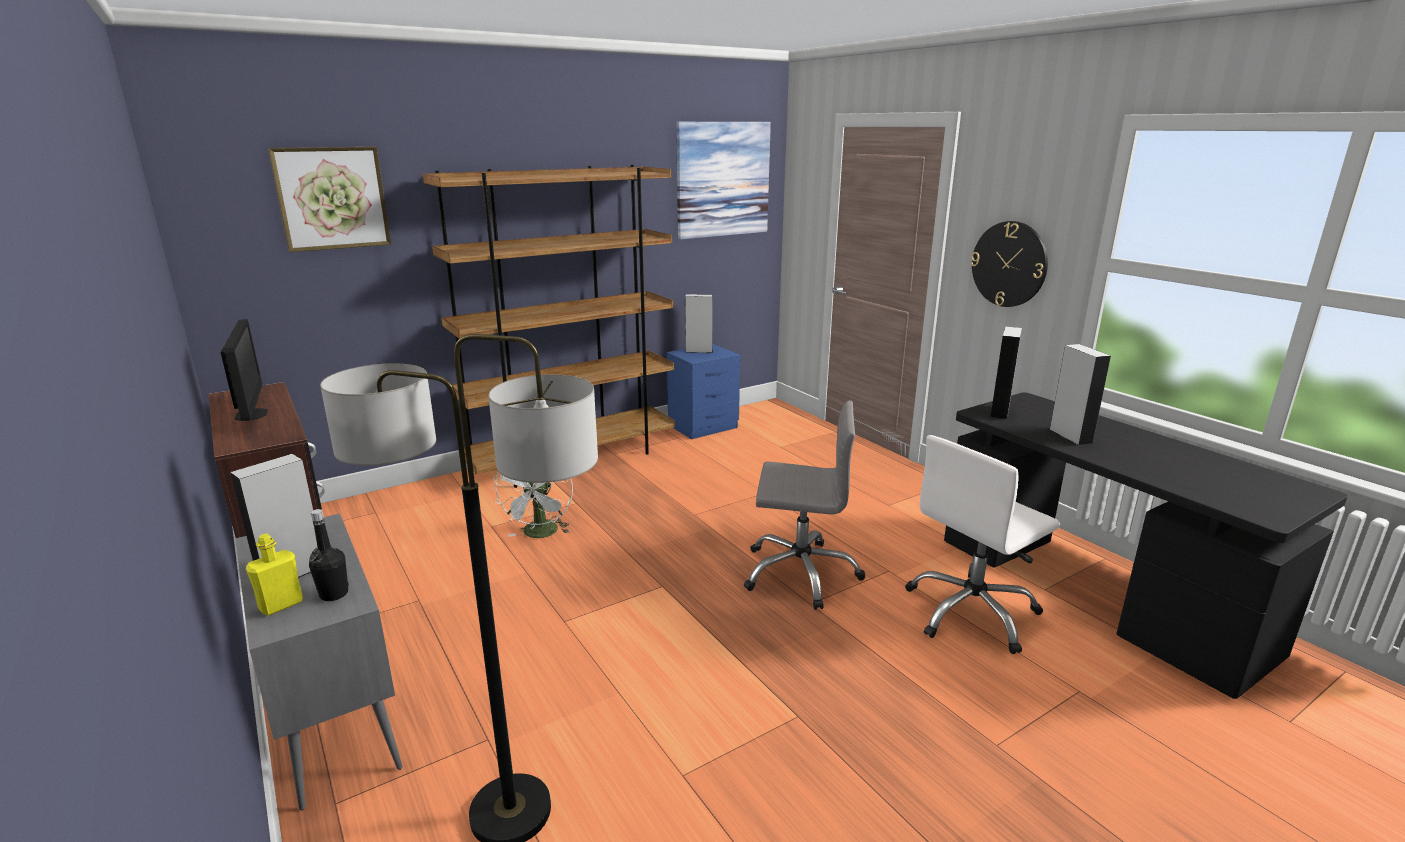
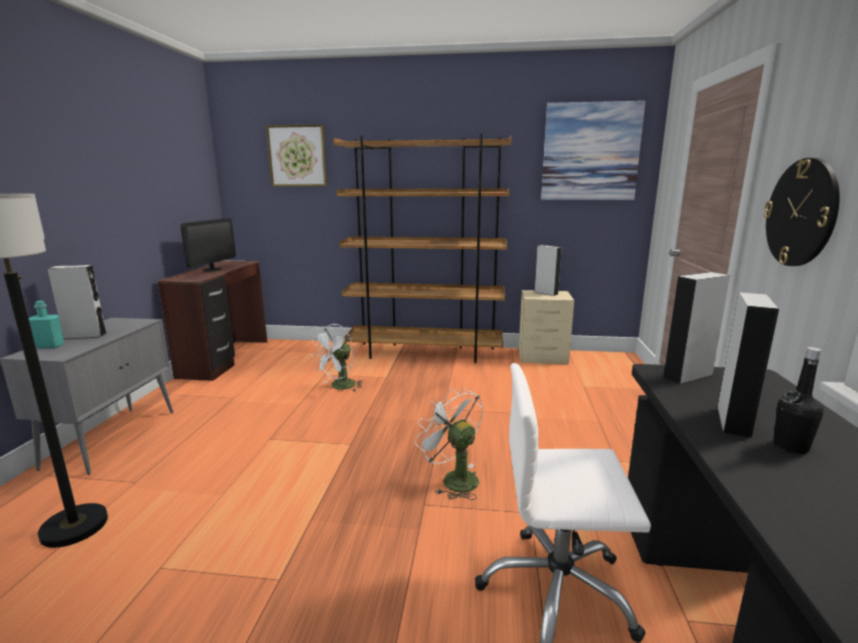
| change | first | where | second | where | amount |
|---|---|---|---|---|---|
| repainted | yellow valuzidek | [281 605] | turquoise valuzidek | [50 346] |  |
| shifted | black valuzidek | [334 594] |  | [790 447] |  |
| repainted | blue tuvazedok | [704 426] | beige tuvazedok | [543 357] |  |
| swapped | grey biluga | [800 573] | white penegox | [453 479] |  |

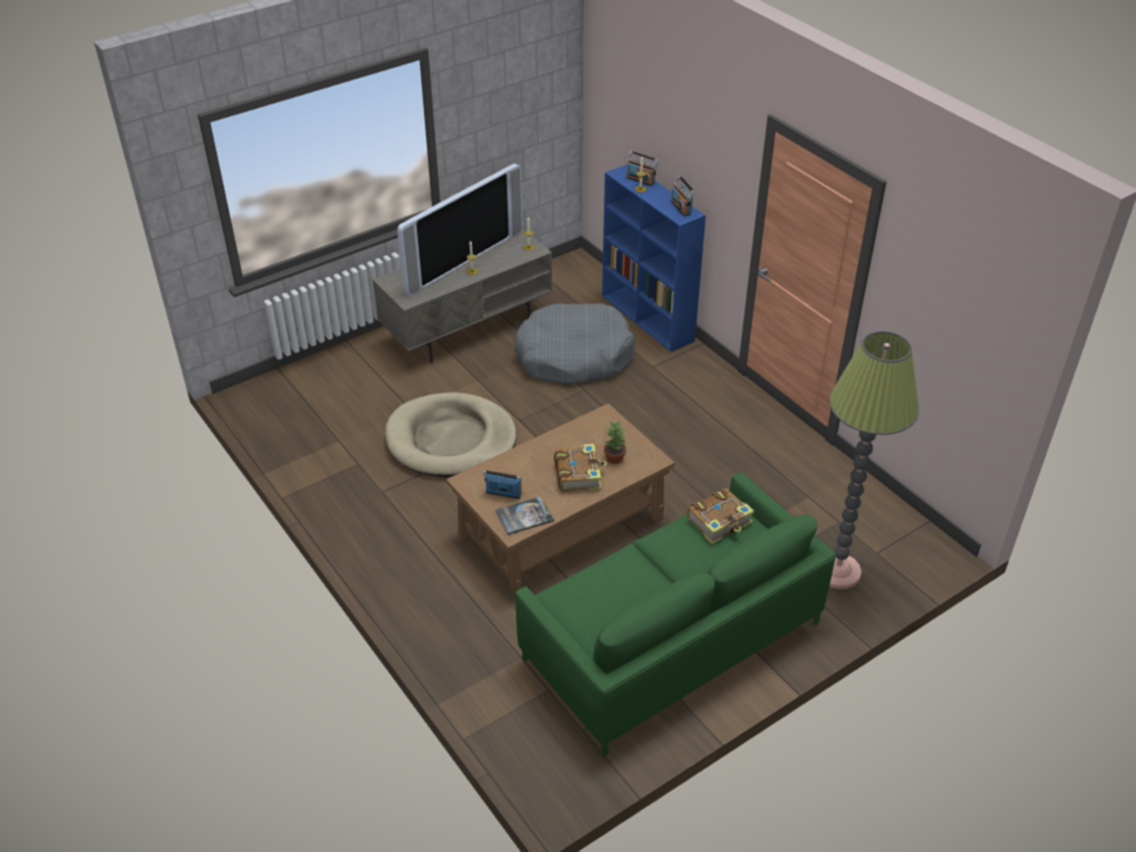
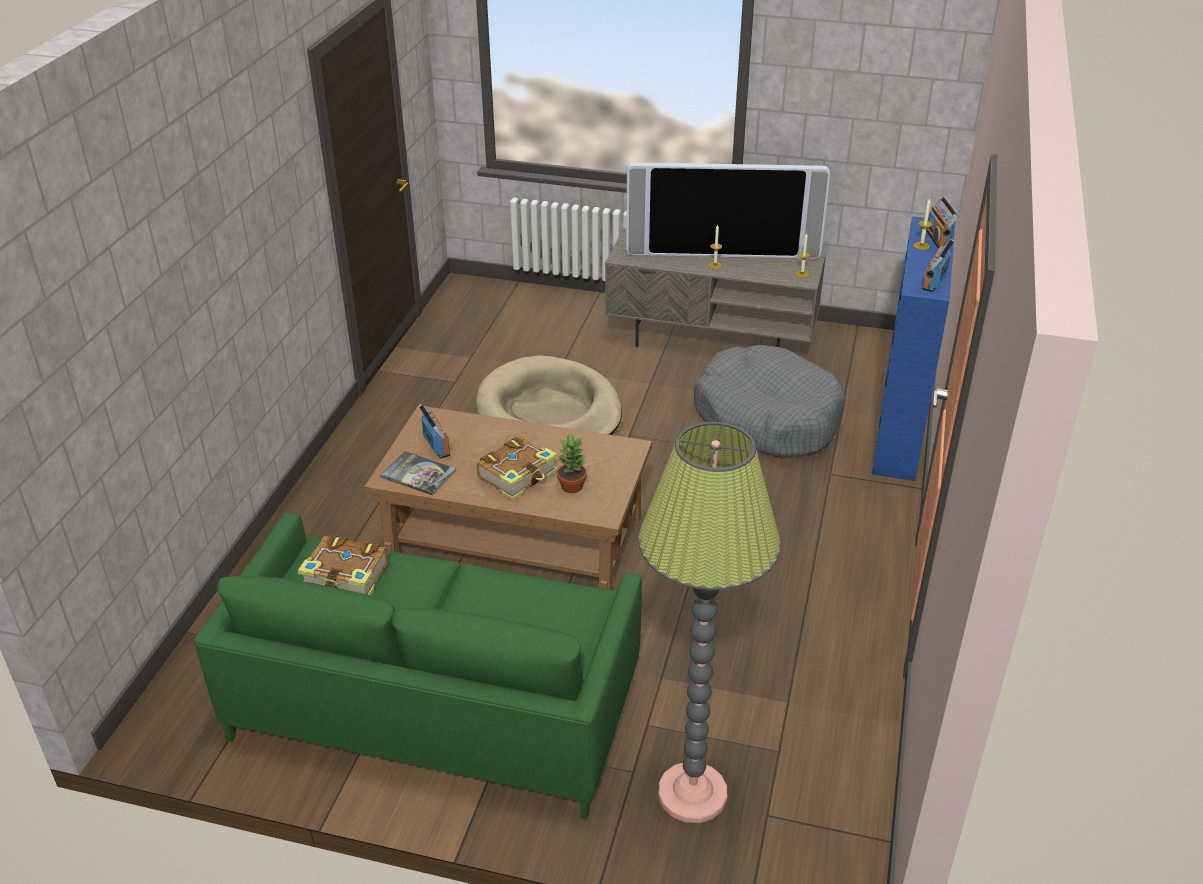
| change | first | where | second | where | amount |
|---|---|---|---|---|---|
| shifted | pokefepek | [720 522] |  | [347 578] |  |

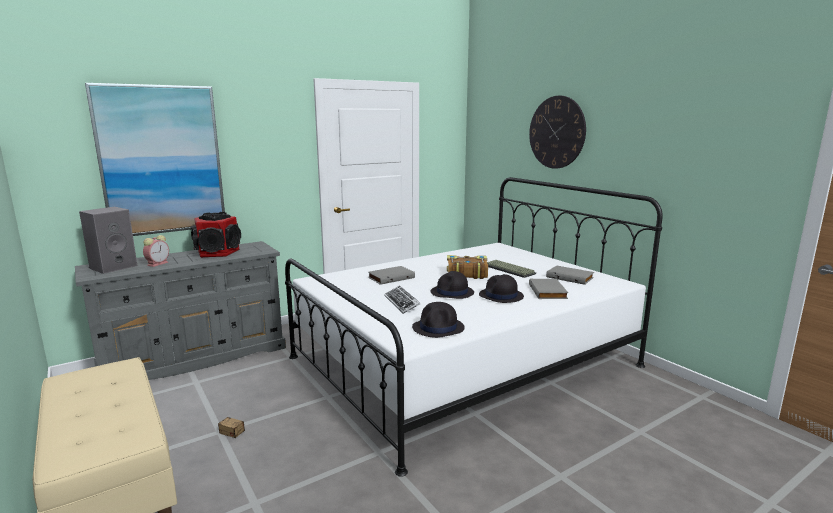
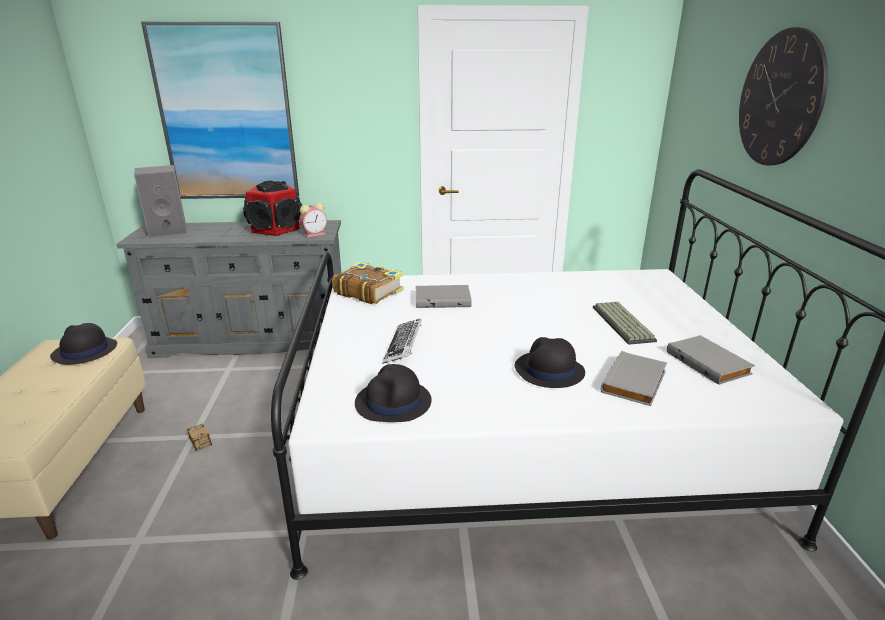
| change | first | where | second | where | amount |
|---|---|---|---|---|---|
| shifted | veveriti | [158 263] |  | [315 234] |  |
| shifted | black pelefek | [452 293] |  | [84 351] |  |
| shifted | pokefepek | [466 273] |  | [368 291] |  |

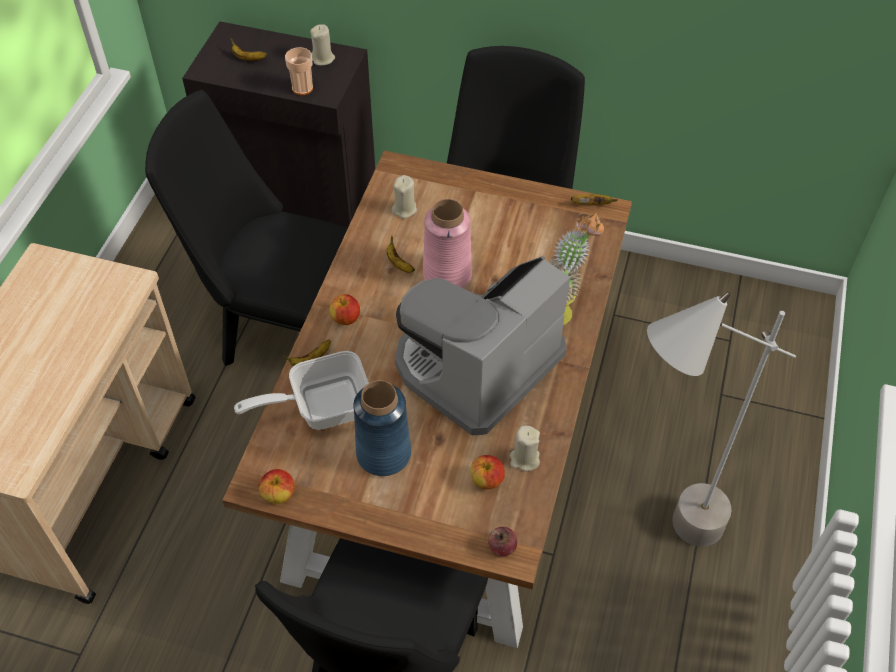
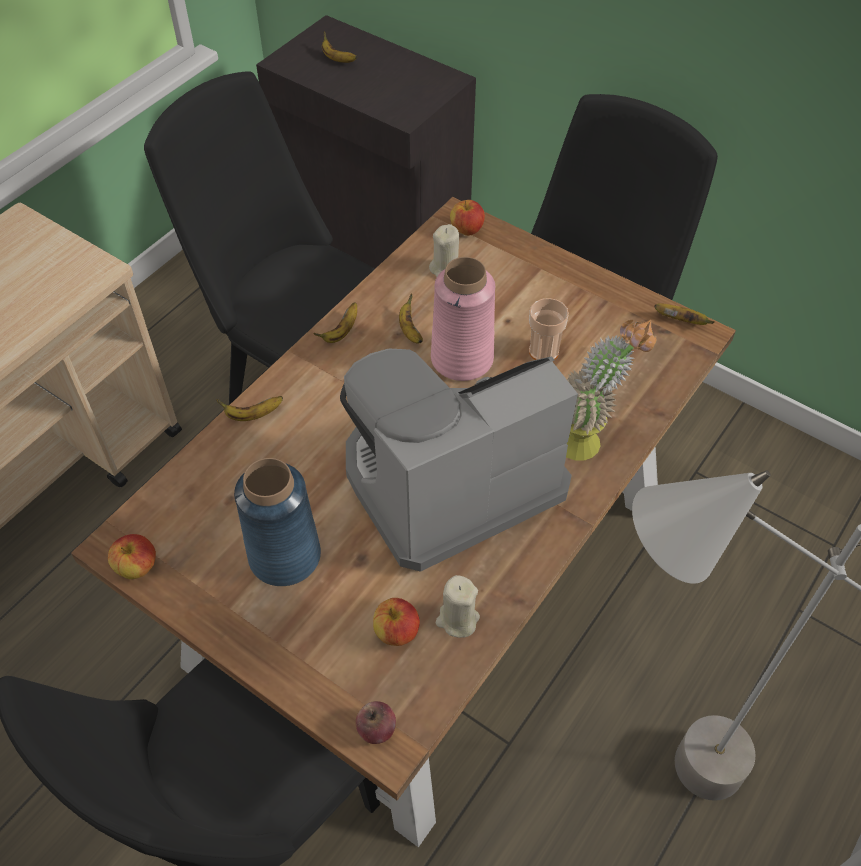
| change | first | where | second | where | amount |
|---|---|---|---|---|---|
| gone | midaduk | [321 406] |  |  |  |
| shifted | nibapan | [302 88] |  | [543 351] |  |
| gone | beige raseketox | [323 58] |  |  |  |
| shifted | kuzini | [345 319] |  | [467 230] |  |
| new |  |  | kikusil | [341 332] |  |

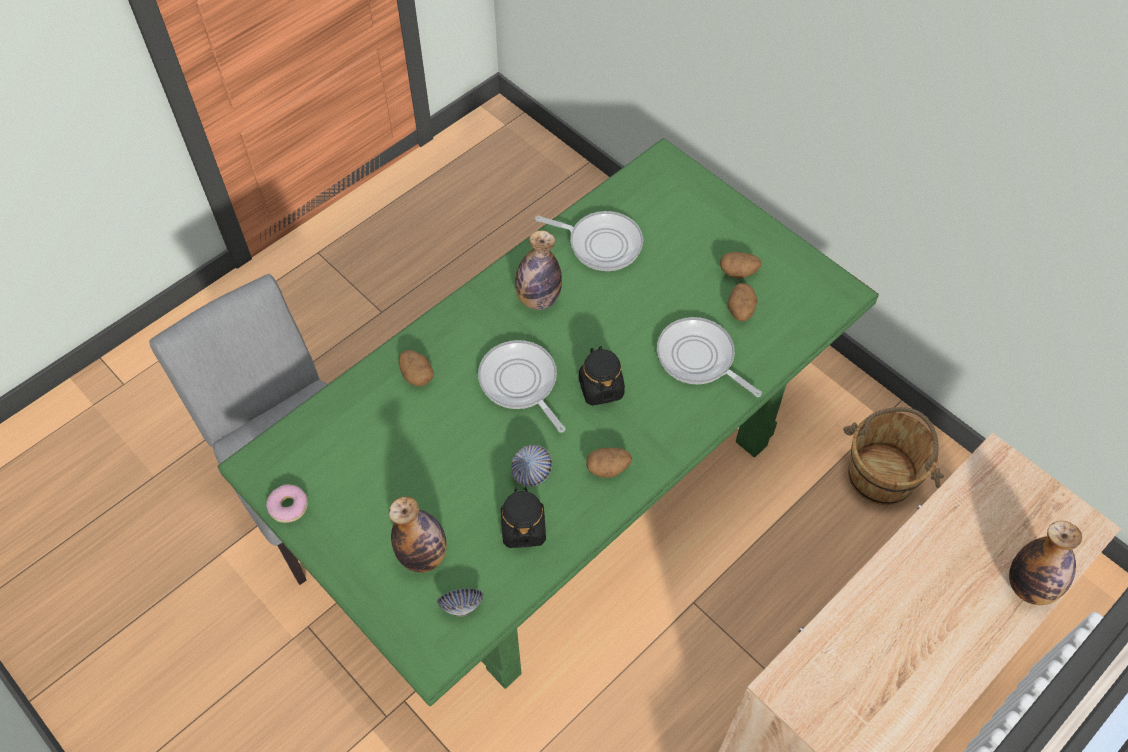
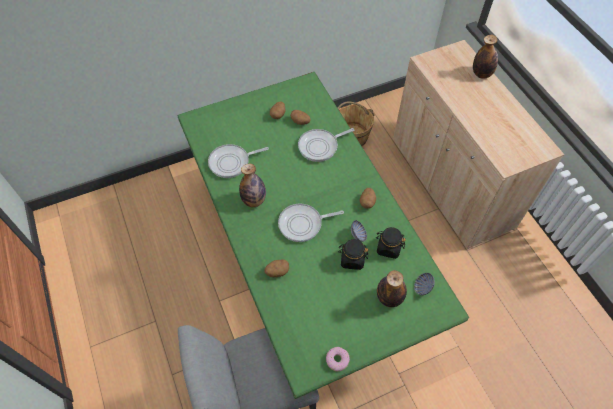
| change | first | where | second | where | amount |
|---|---|---|---|---|---|
| rotated | midaduk | [601 243] |  | [232 162] | 150 degrees counterclockwise |
| shifted | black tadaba | [600 388] |  | [352 259] |  |

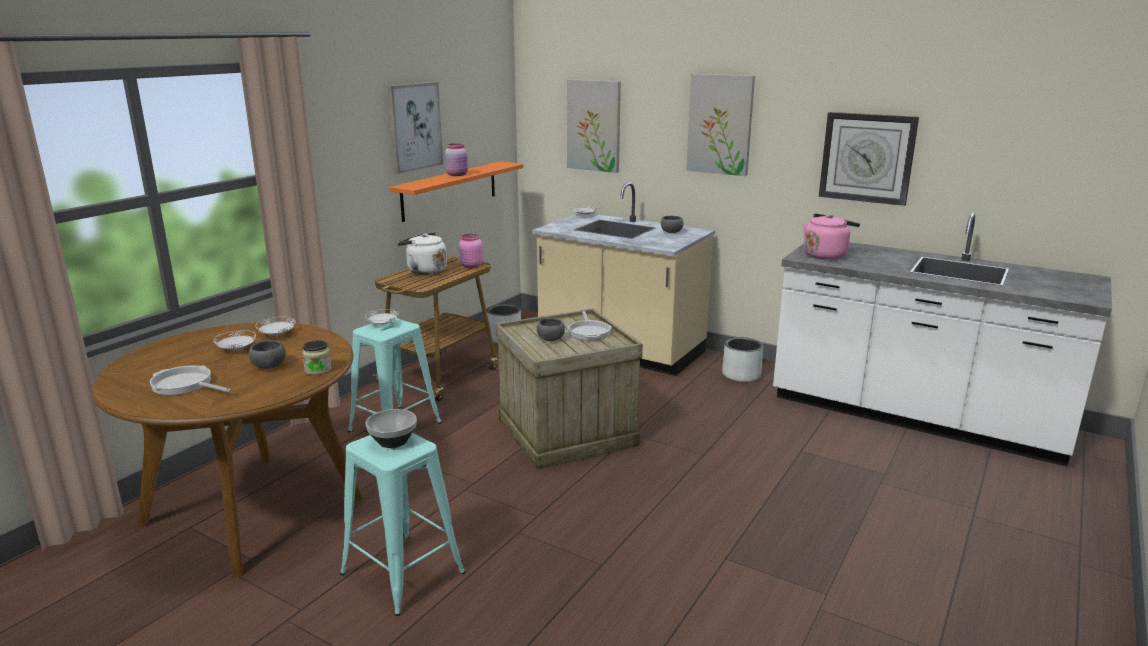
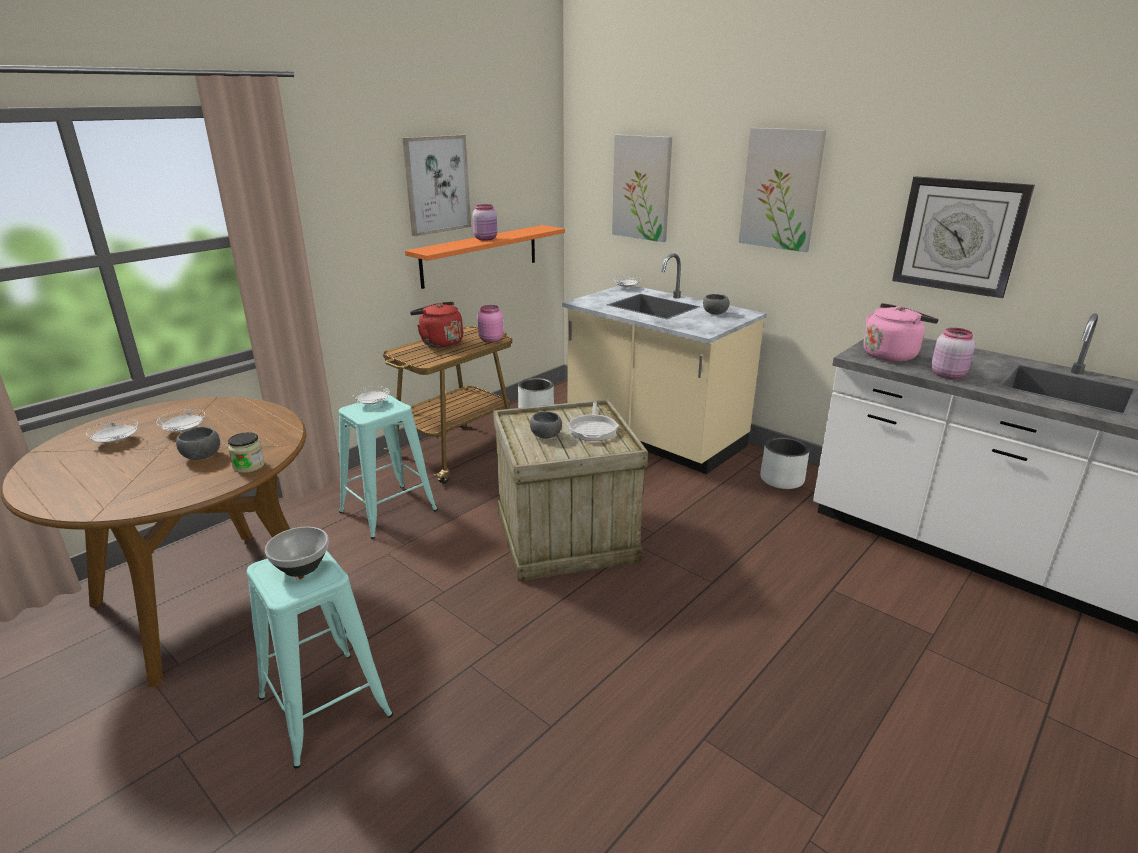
| change | first | where | second | where | amount |
|---|---|---|---|---|---|
| gone | midaduk | [185 385] |  |  |  |
| shifted | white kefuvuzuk | [277 335] |  | [116 441] |  |
| repainted | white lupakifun | [424 270] | red lupakifun | [439 342] |  |
| new |  |  | pink tadaba | [948 374] |  |

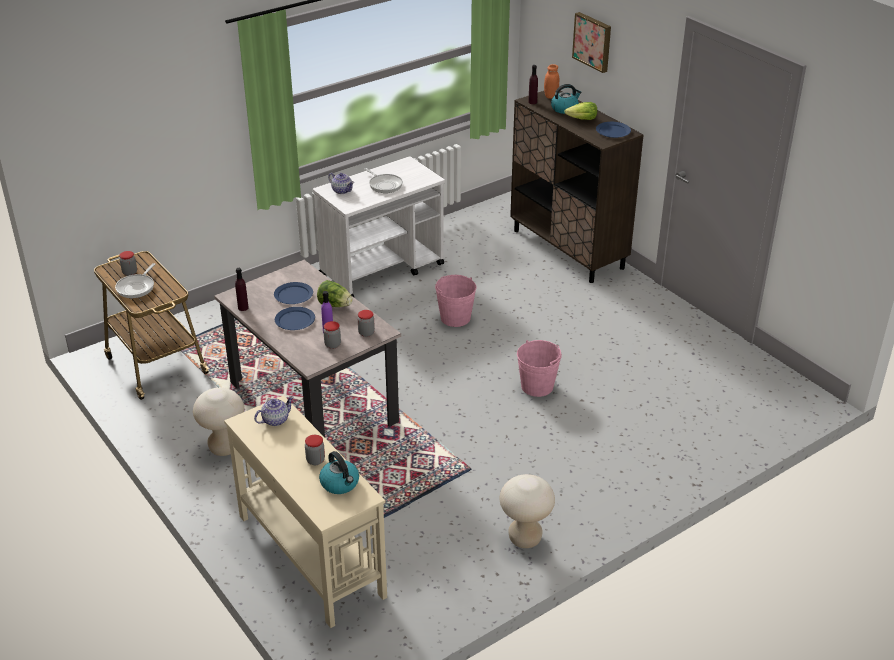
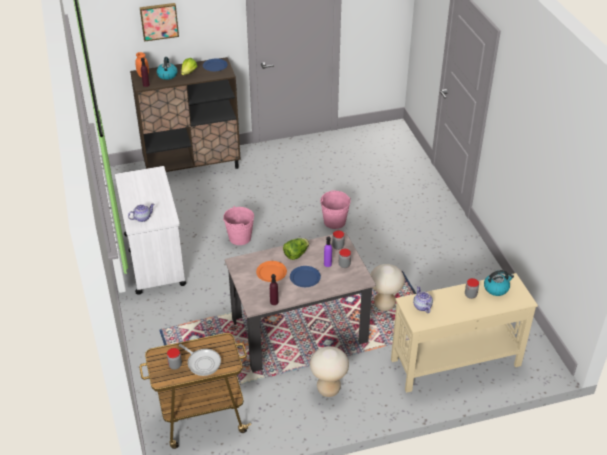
| change | first | where | second | where | amount |
|---|---|---|---|---|---|
| repainted | blue kefuvuzuk | [294 295] | orange kefuvuzuk | [271 272] |  |
| gone | midaduk | [384 185] |  |  |  |
| shifted | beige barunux | [525 538] |  | [384 304] |  |

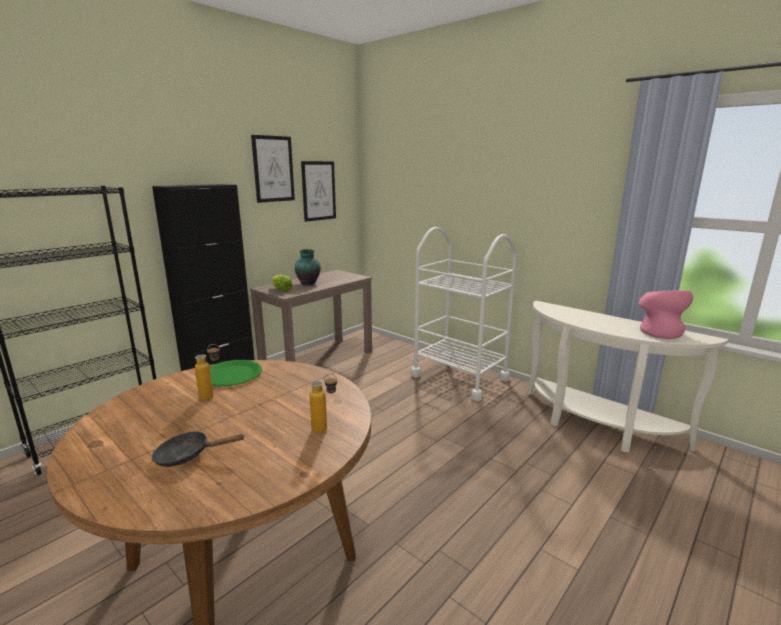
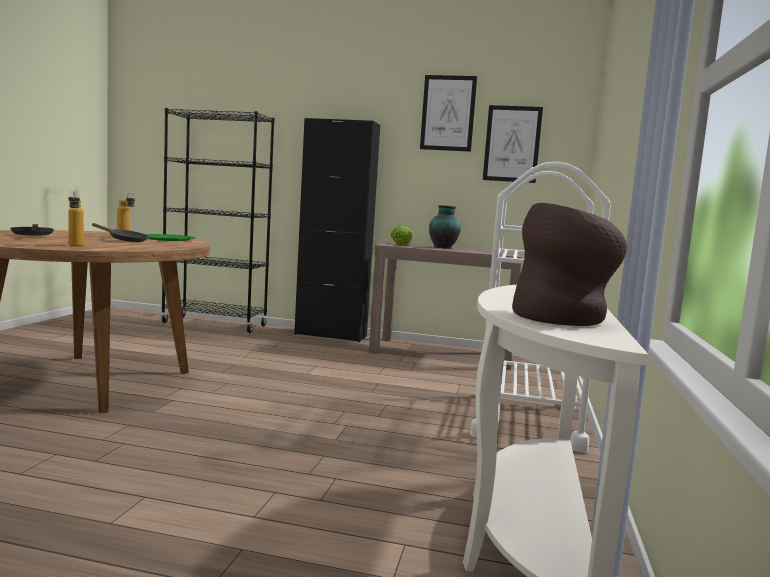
| change | first | where | second | where | amount |
|---|---|---|---|---|---|
| repainted | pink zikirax | [659 332] | brown zikirax | [563 318] |  |
| new |  |  | black midaduk | [124 240] |  |

